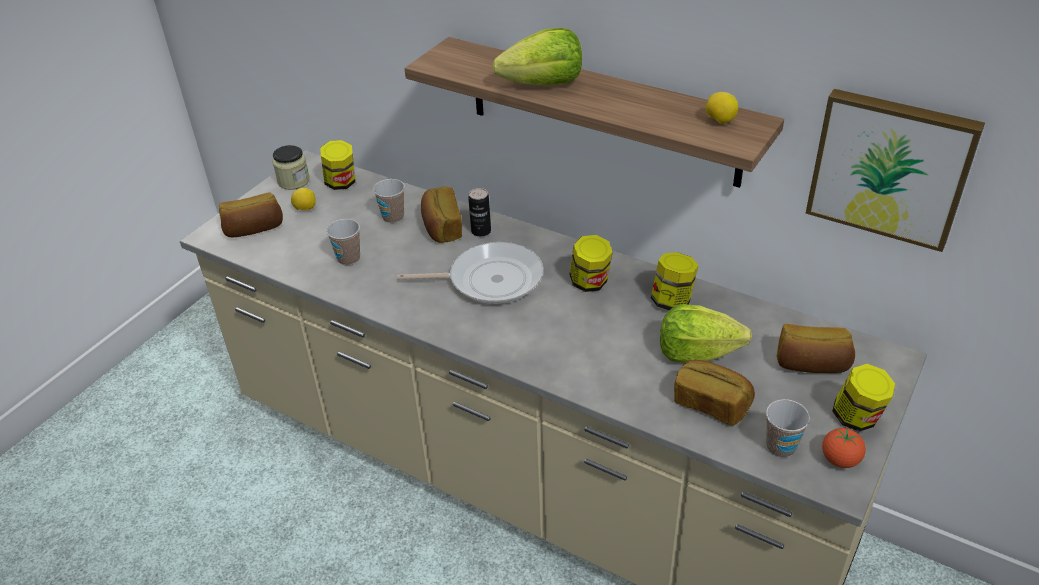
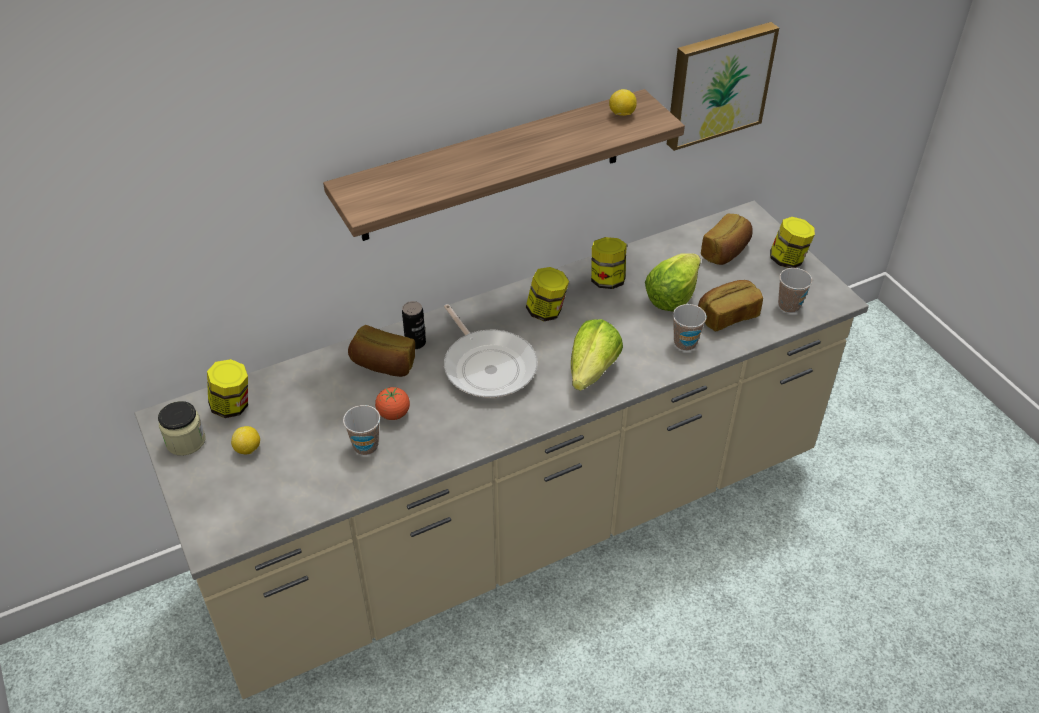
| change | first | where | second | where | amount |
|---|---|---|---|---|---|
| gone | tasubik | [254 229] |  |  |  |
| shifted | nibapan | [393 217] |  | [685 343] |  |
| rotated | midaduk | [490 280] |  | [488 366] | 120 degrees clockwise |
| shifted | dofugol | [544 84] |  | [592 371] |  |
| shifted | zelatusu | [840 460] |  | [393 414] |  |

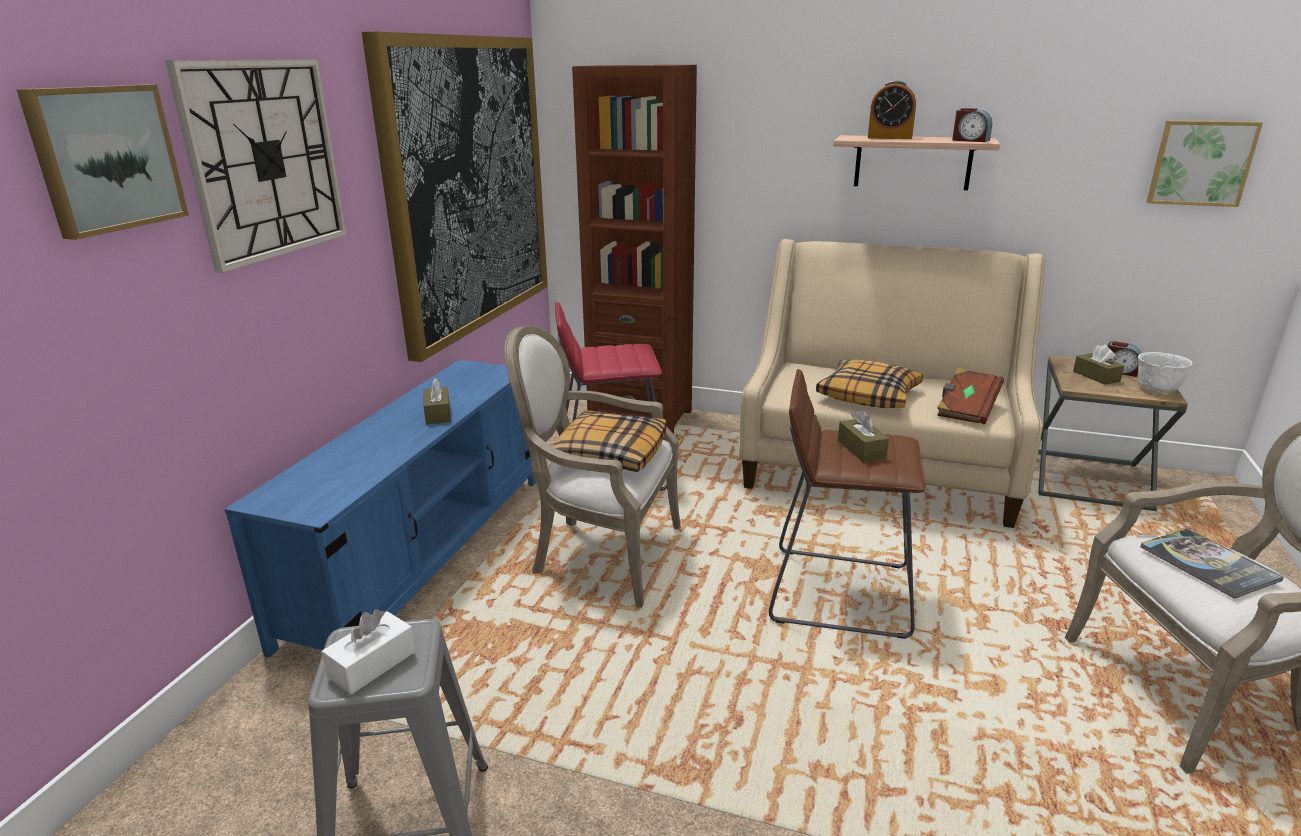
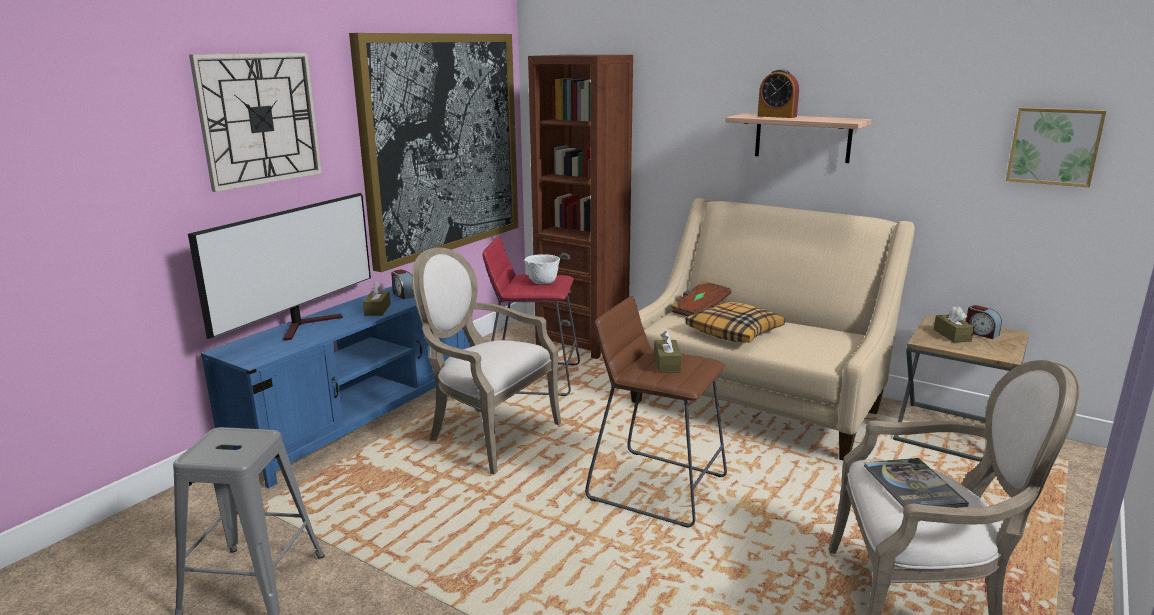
| change | first | where | second | where | amount |
|---|---|---|---|---|---|
| gone | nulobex | [105 158] |  |  |  |
| gone | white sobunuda | [372 664] |  |  |  |
| gone | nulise | [610 453] |  |  |  |
| shifted | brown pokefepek | [966 409] |  | [699 310] |  |
| shifted | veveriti | [970 140] |  | [403 294] |  |
| shifted | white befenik | [1156 390] |  | [542 282] |  |
| new |  |  | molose | [306 325] |  |

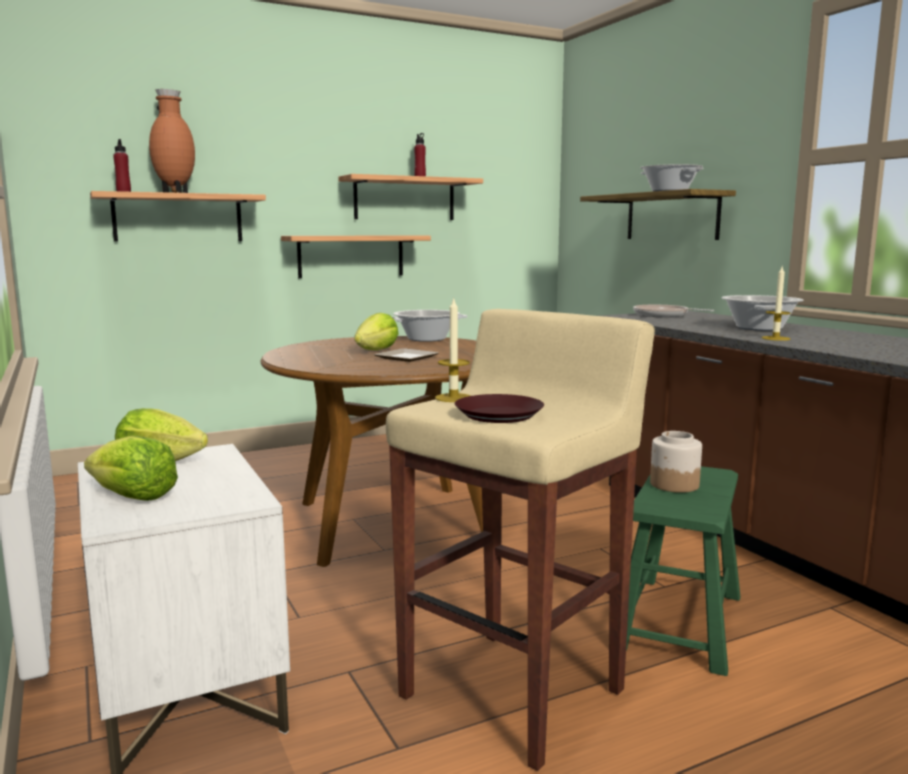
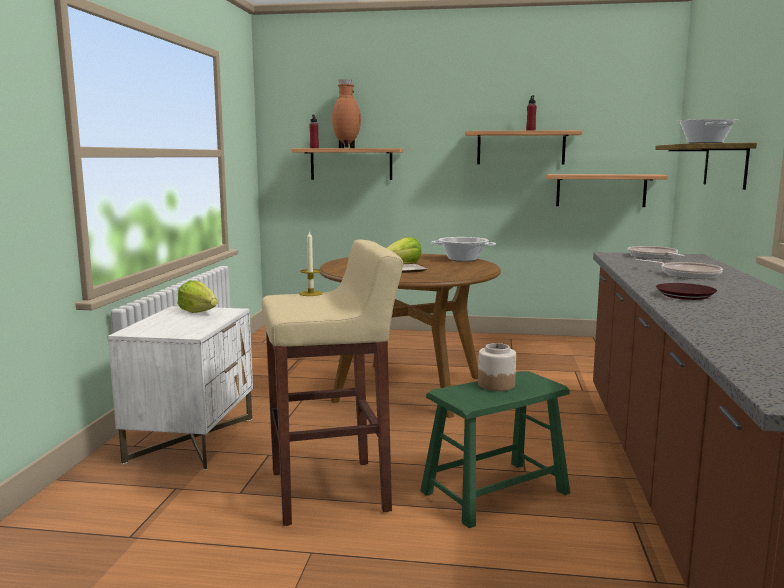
| change | first | where | second | where | amount |
|---|---|---|---|---|---|
| gone | dofugol | [133 497] |  |  |  |
| shifted | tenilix | [351 256] |  | [601 190] |  |
| shifted | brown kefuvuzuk | [499 415] |  | [686 295] |  |
| swapped | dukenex | [758 328] | midaduk | [686 274] |  |
| gone | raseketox | [775 338] |  |  |  |

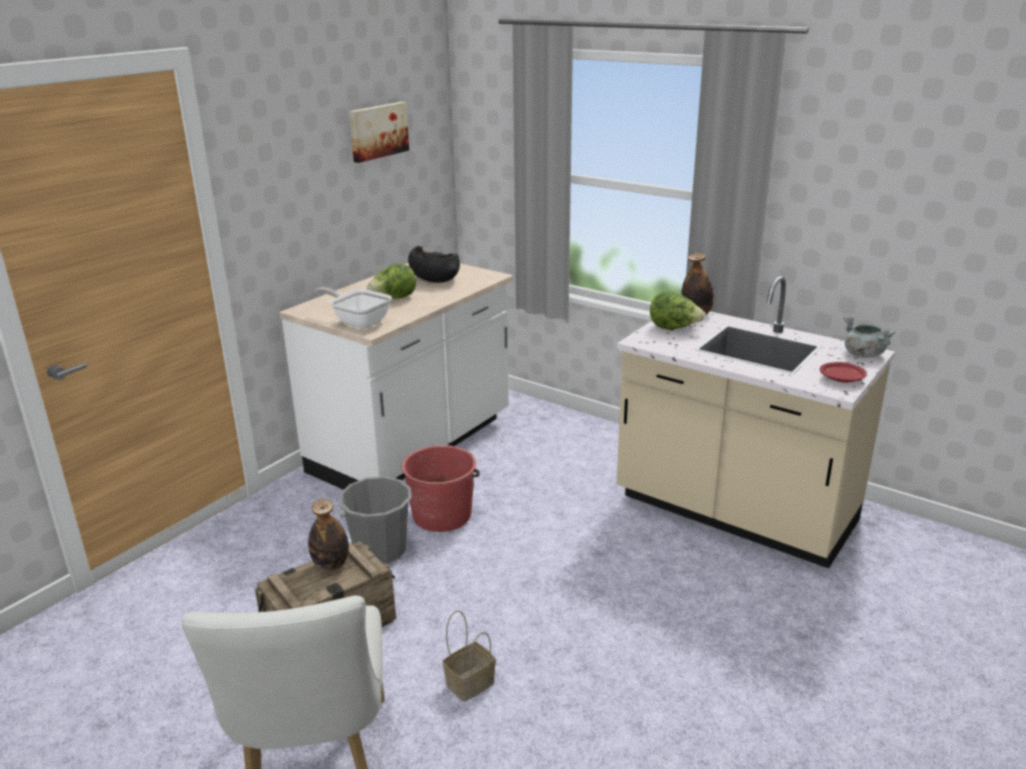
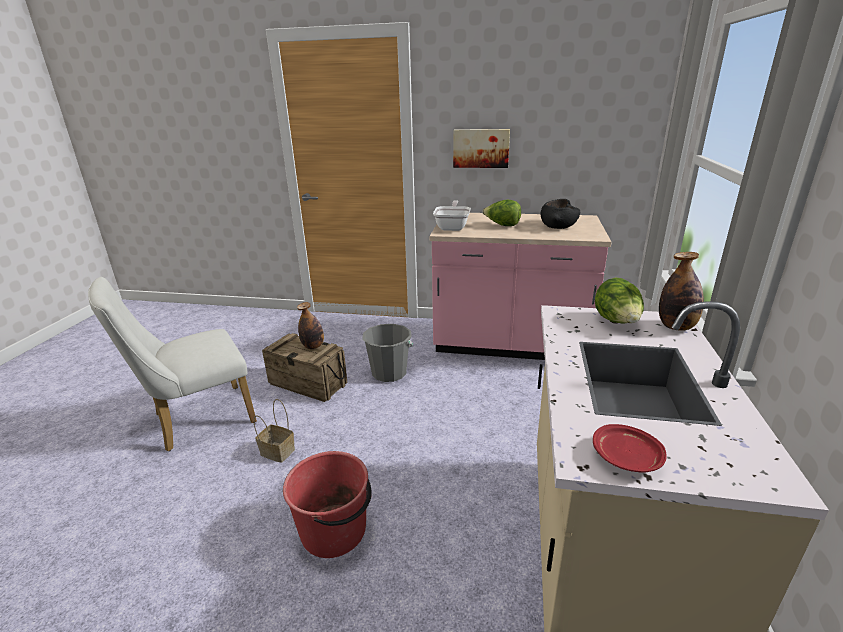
| change | first | where | second | where | amount |
|---|---|---|---|---|---|
| repainted | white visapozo | [413 447] | pink visapozo | [510 345] |  |
| shifted | nulobex | [377 131] |  | [481 148] |  |
| shifted | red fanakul | [442 515] |  | [335 530] |  |
| gone | grey dukenex | [862 354] |  |  |  |

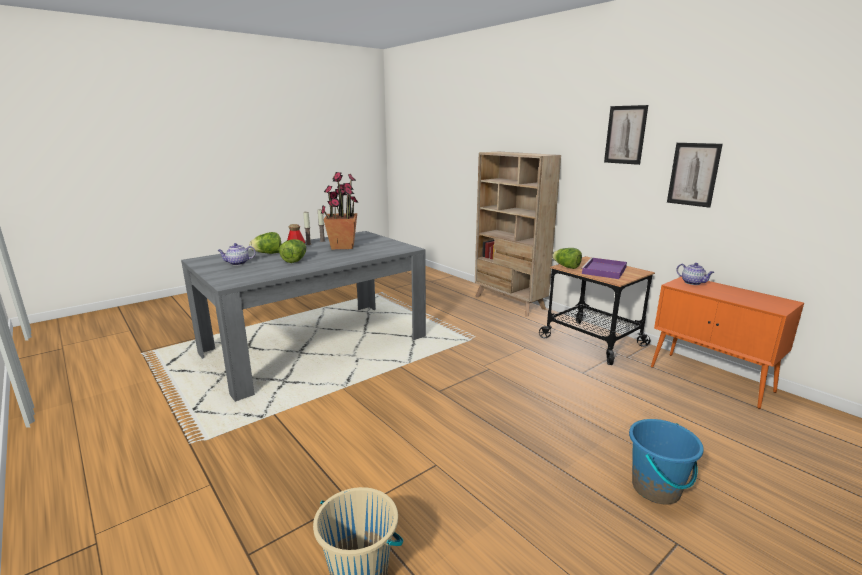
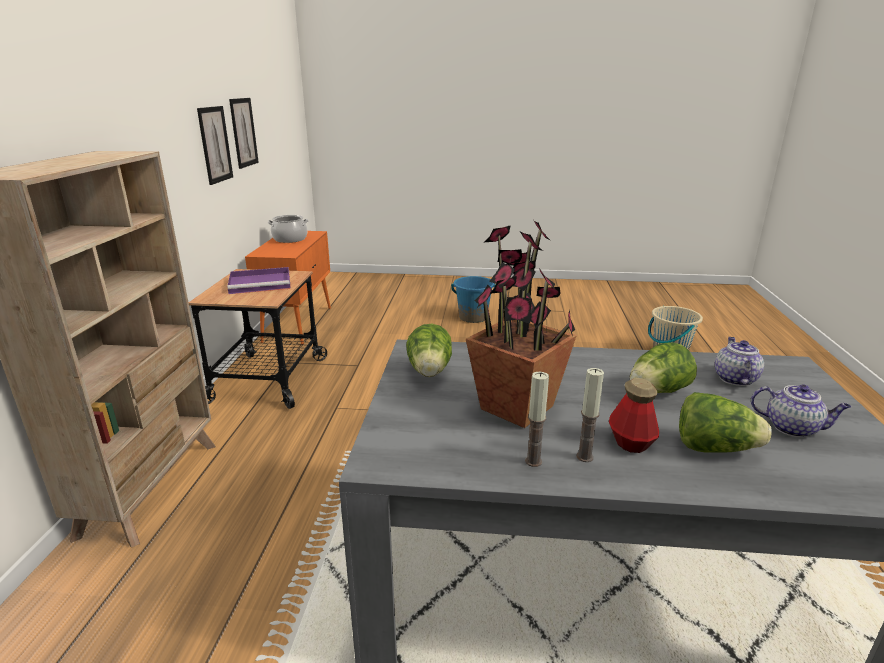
| change | first | where | second | where | amount |
|---|---|---|---|---|---|
| shifted | dofugol | [566 267] |  | [430 372] |  |
| shifted | nulobex | [625 135] |  | [243 132] |  |
| shifted | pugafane | [693 283] |  | [734 378] |  |
| new |  |  | dukenex | [290 239] |  |

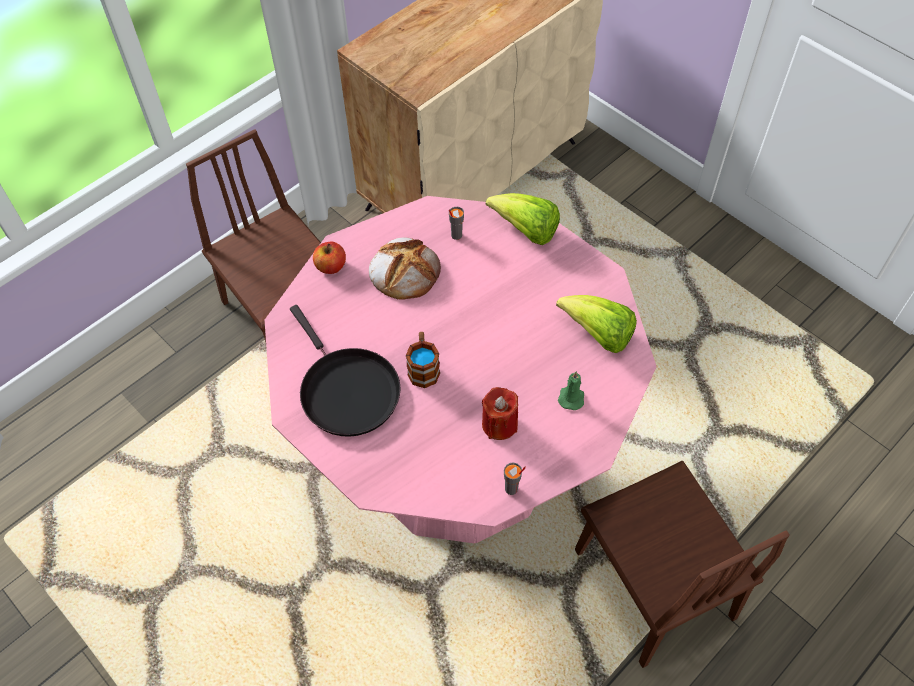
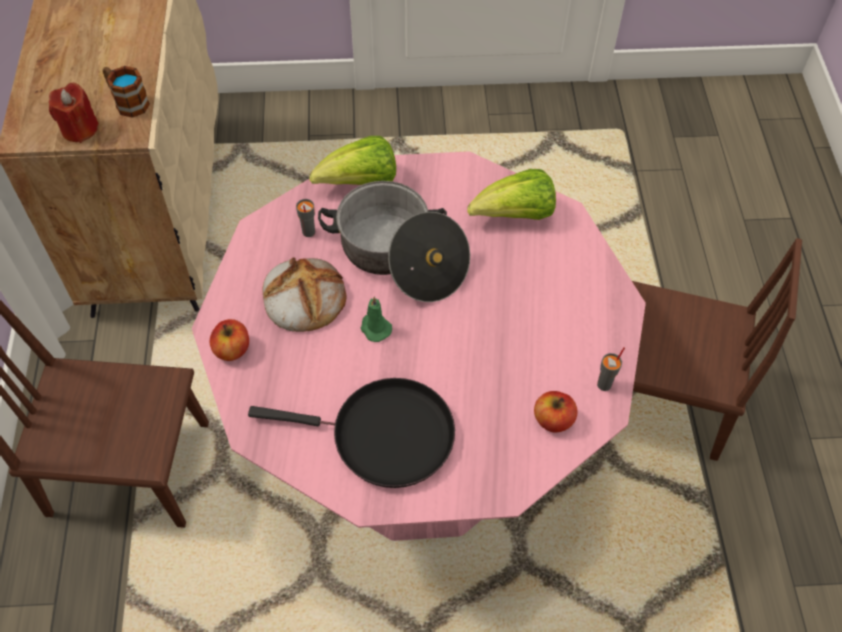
| change | first | where | second | where | amount |
|---|---|---|---|---|---|
| shifted | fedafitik | [423 367] |  | [127 102] |  |
| shifted | red raseketox | [499 424] |  | [79 129] |  |
| shifted | green raseketox | [571 397] |  | [375 328] |  |
| new |  |  | dukenex | [399 257] |  |
| new |  |  | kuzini | [553 420] |  |

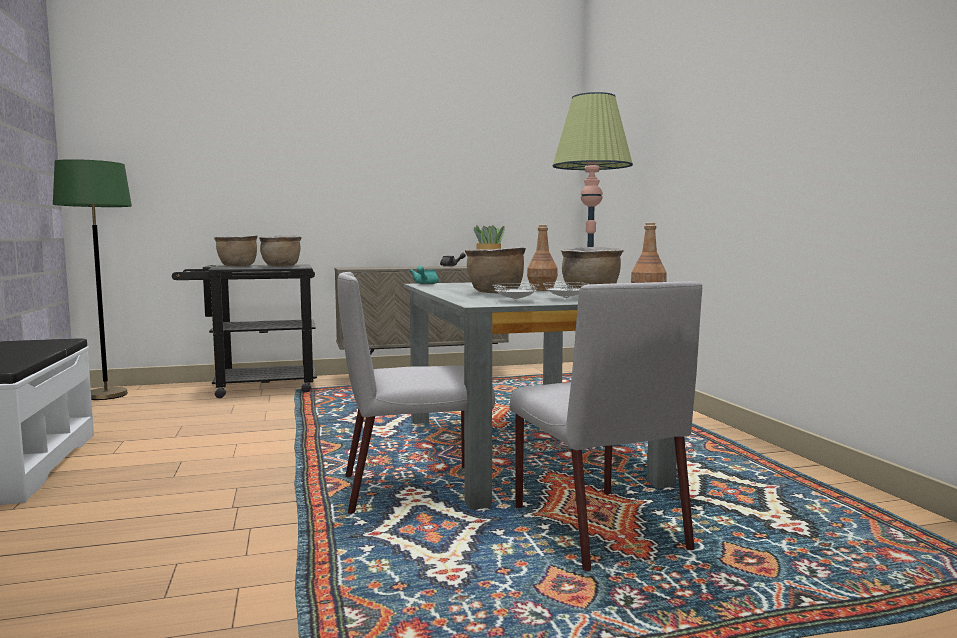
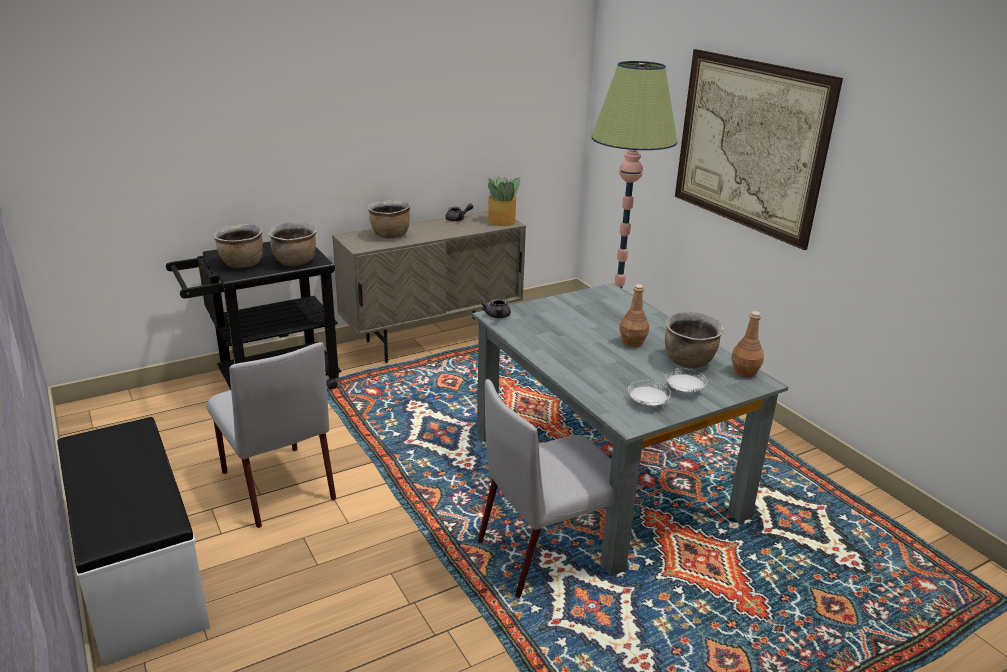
| change | first | where | second | where | amount |
|---|---|---|---|---|---|
| gone | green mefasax | [106 395] |  |  |  |
| repainted | turquoise pugafane | [425 284] | grey pugafane | [497 316] |  |
| shifted | brown dukenex | [495 293] |  | [390 235] |  |
| shifted | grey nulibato | [596 526] |  | [277 484] |  |
| new |  |  | nulobex | [749 144] |  |

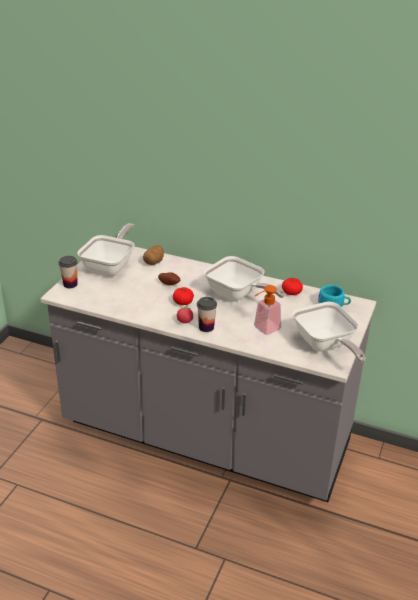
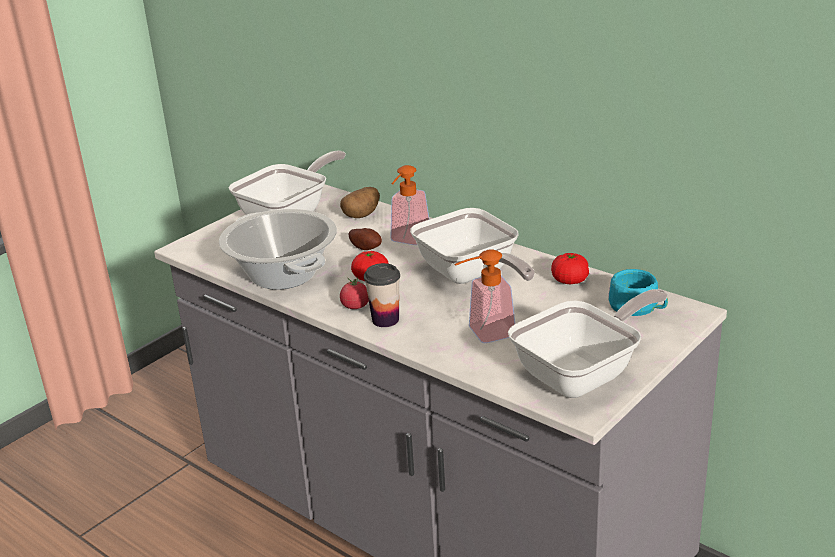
| change | first | where | second | where | amount |
|---|---|---|---|---|---|
| gone | nibapan | [70 284] |  |  |  |
| rotated | midaduk | [325 346] |  | [584 374] | 120 degrees counterclockwise |
| new |  |  | dukenex | [282 275] |  |
| new |  |  | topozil | [407 241] |  |

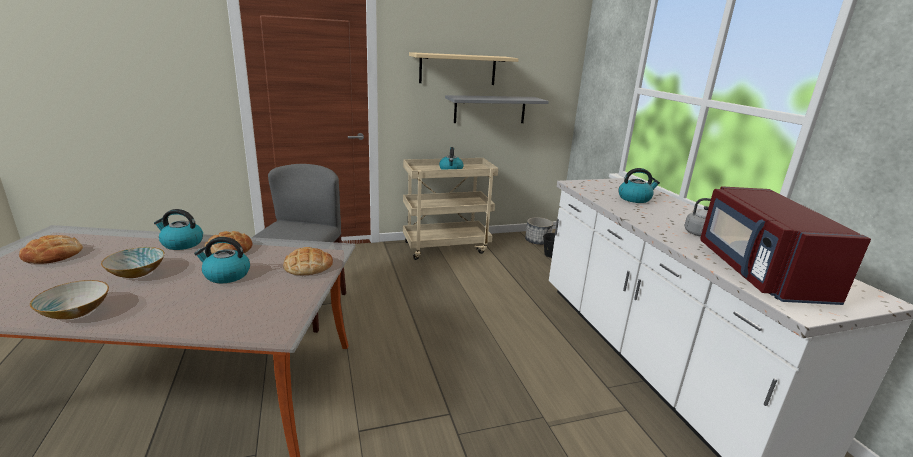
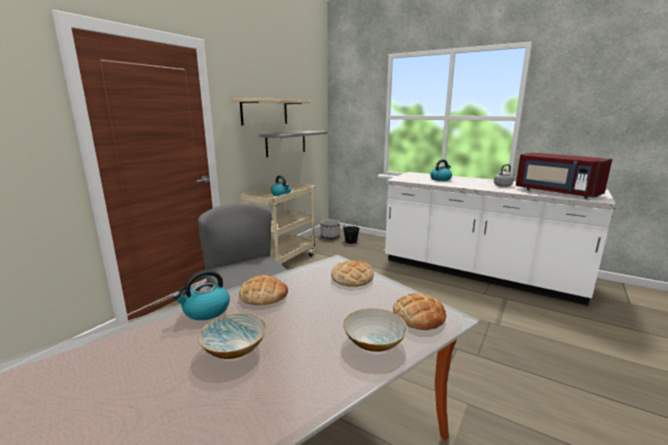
| change | first | where | second | where | amount |
|---|---|---|---|---|---|
| shifted | tasubik | [53 255] |  | [418 316] |  |
| shifted | befenik | [75 311] |  | [373 342] |  |
| gone | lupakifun | [226 275] |  |  |  |

